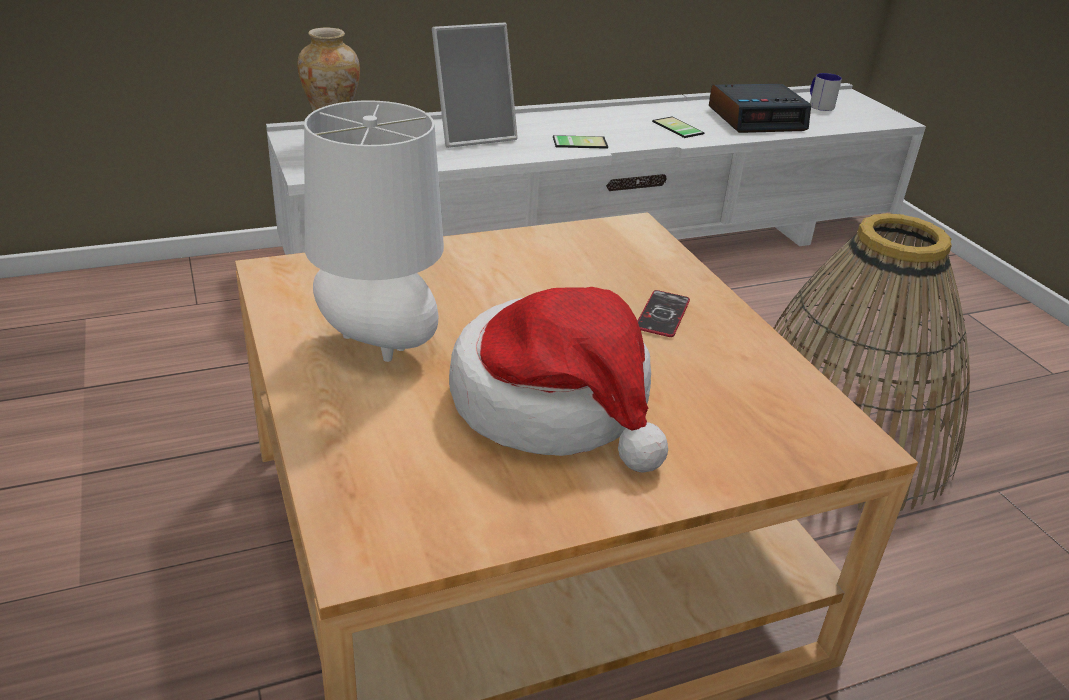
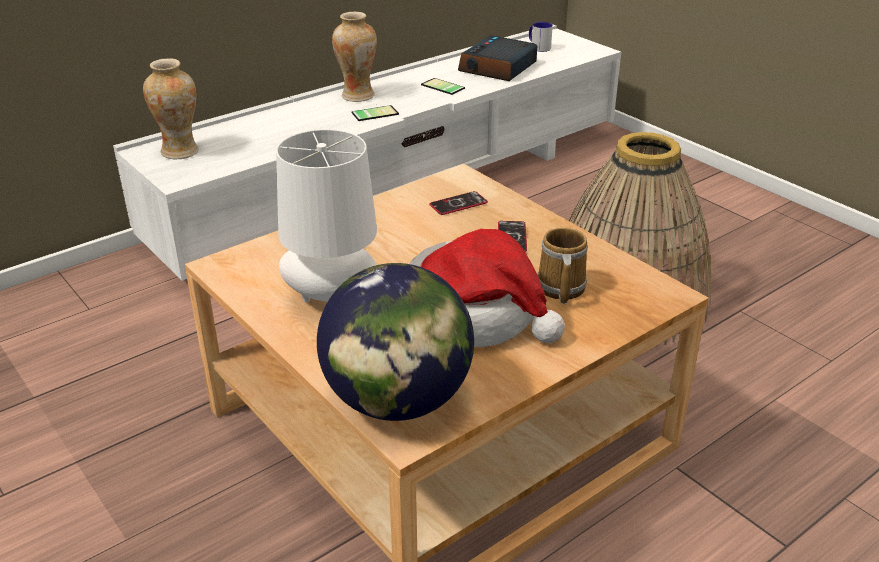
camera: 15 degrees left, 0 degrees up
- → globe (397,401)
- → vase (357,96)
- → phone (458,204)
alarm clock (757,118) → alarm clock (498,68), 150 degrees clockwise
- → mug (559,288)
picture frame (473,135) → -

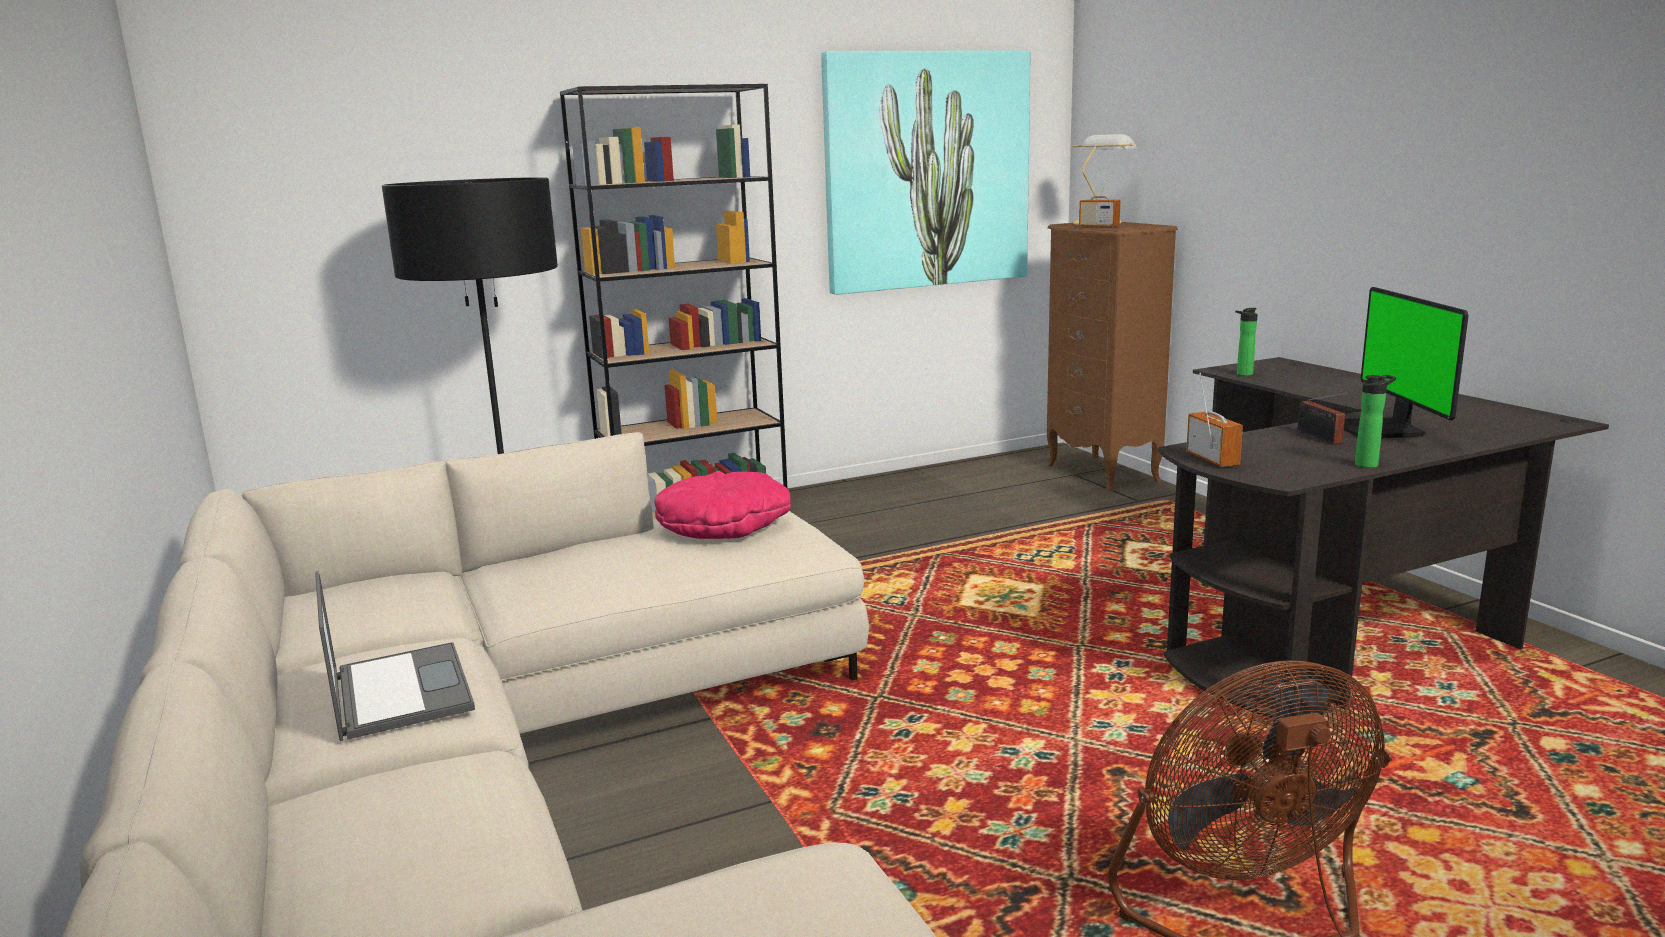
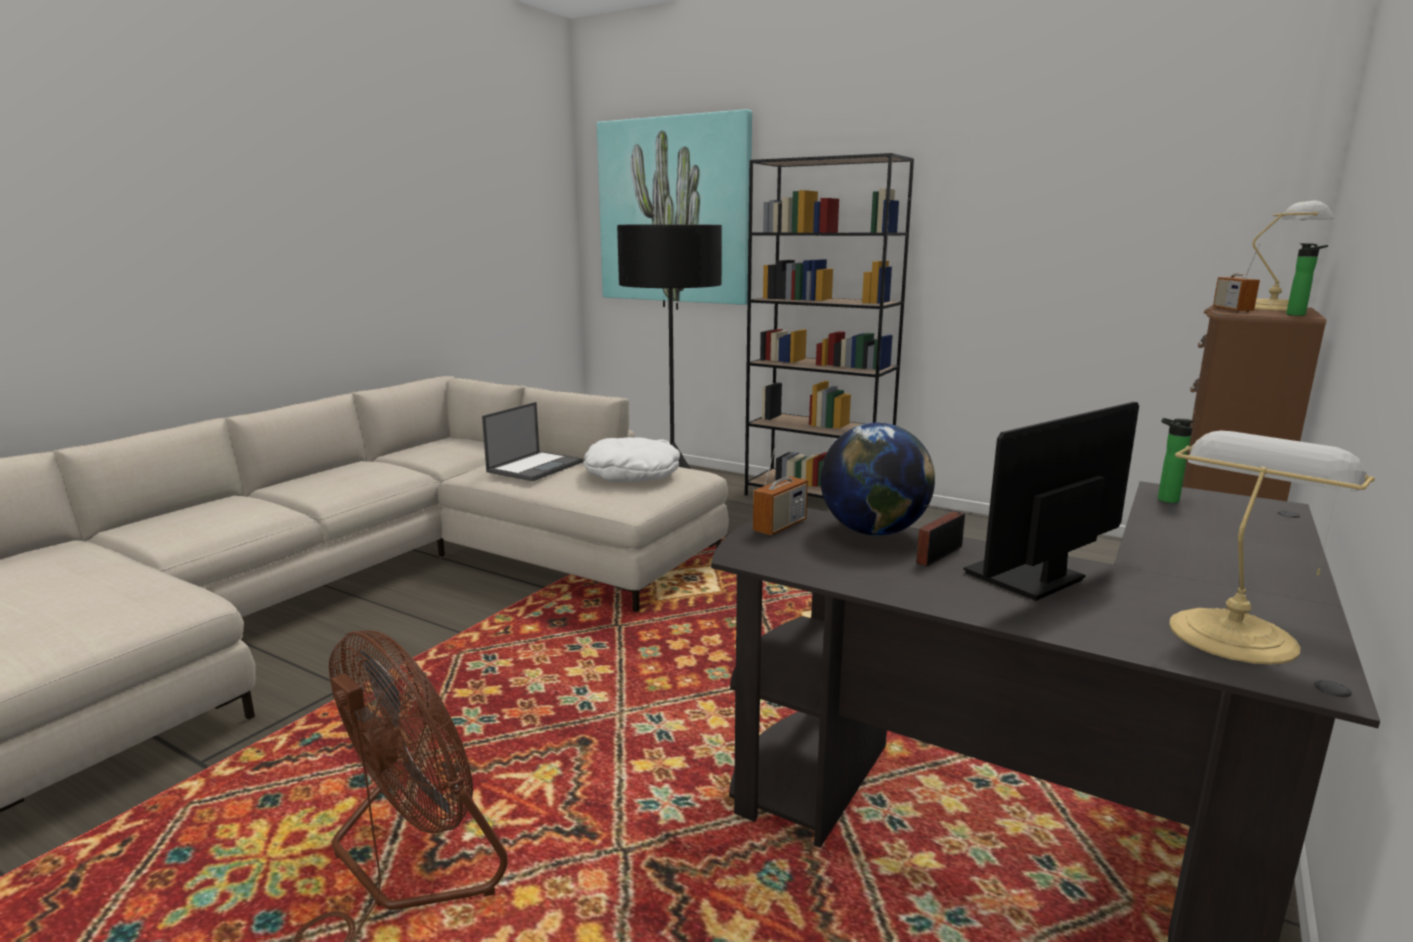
camera: 55 degrees right, 0 degrees up
laptop (400,690) → laptop (536,467), relocated
pillow (pink) (721,525) → pillow (white) (633,474)
picture (926,171) → picture (675,211), relocated
- → globe (873,532)
- → table lamp (1233,633)
bottle (1369,464) → bottle (1299,315), relocated

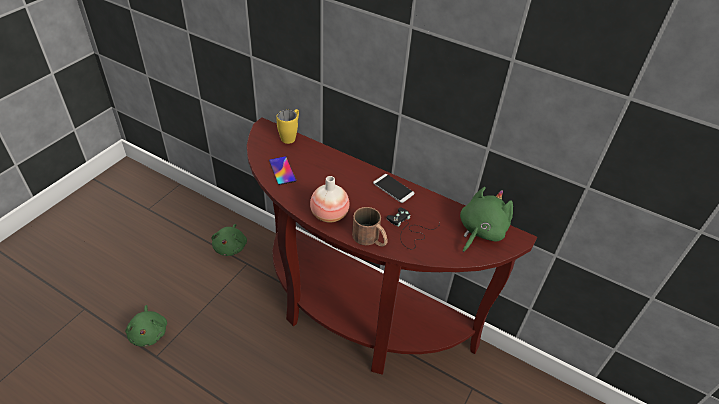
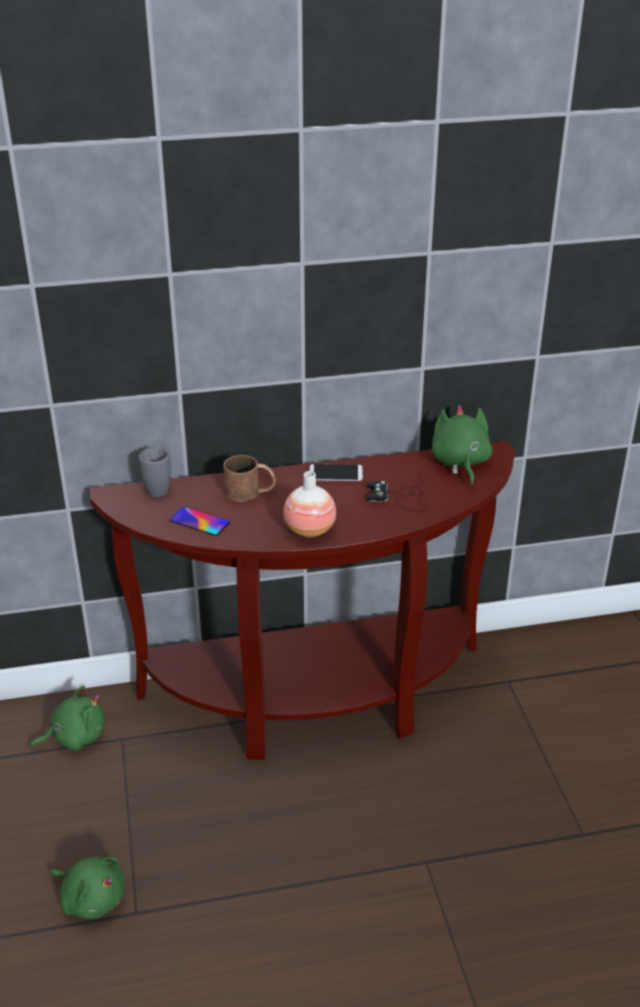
camera: 40 degrees left, 10 degrees down
plush toy (green) (231,247) → plush toy (green) (75,736), 75 degrees counterclockwise
mug (yellow) (290,136) → mug (grey) (156,487)
mug (brown) (370,239) → mug (brown) (250,492), relocated

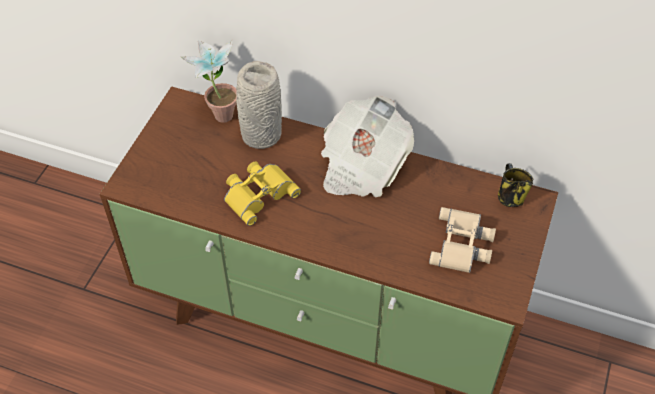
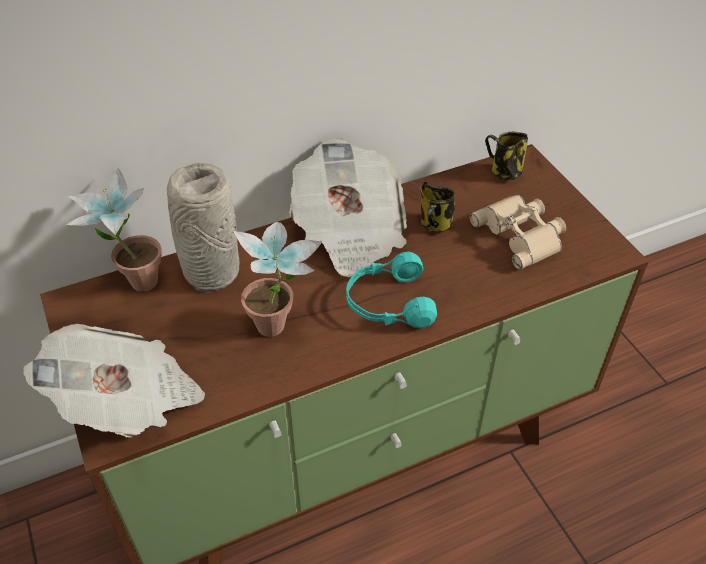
camera: 45 degrees left, 5 degrees down
- → newspaper (128,401)
binoculars (yellow) (258,193) → potted plant (281,328)
- → headphones (turquoise) (387,303)
- → mug (435,225)

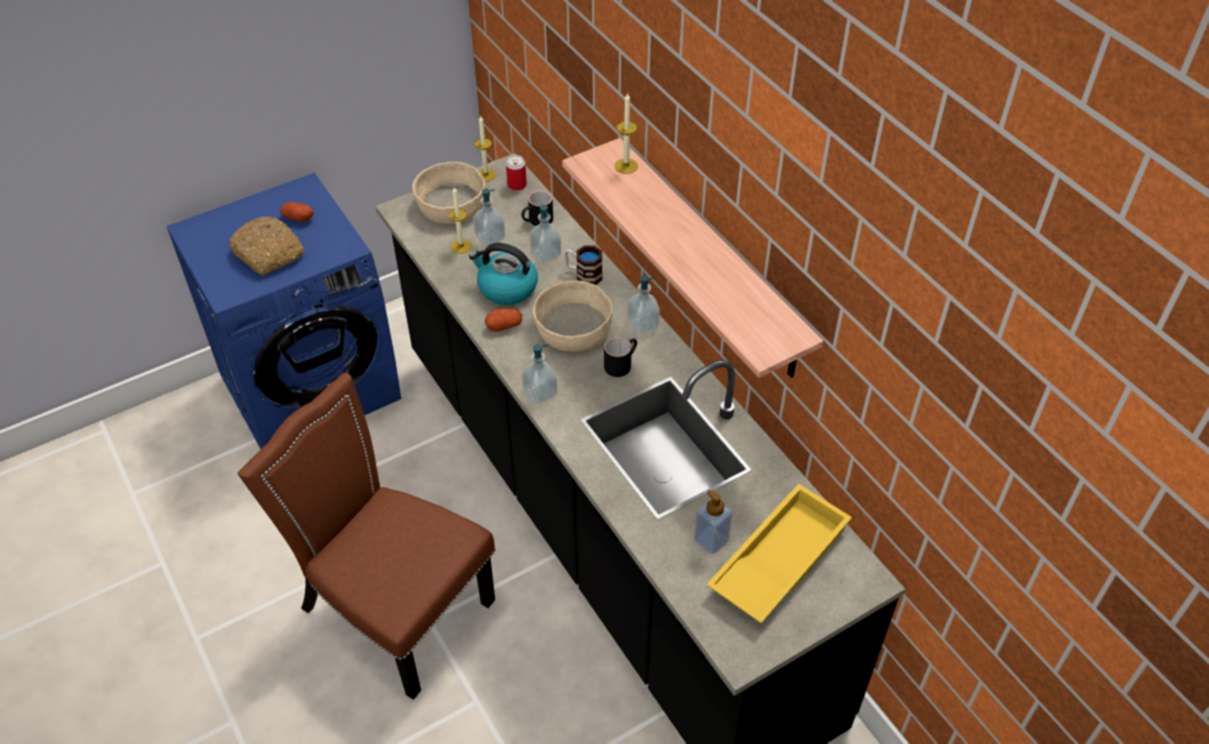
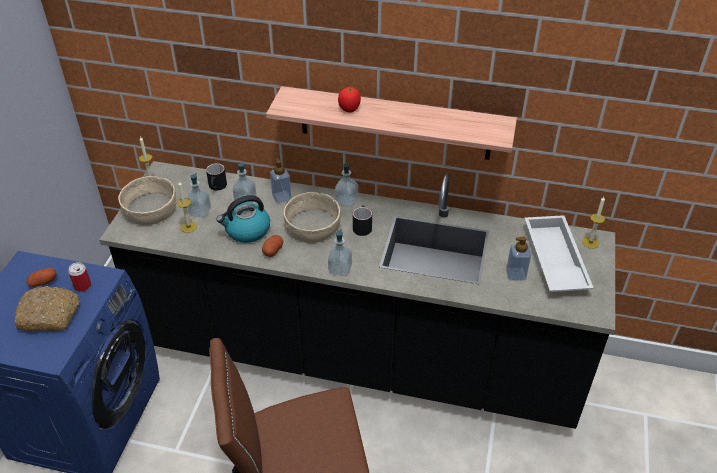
camera: 45 degrees left, 5 degrees down
can (517,185) → can (83,286), relocated
mug (584,274) → soap dispenser (281,197)
- → tomato (349,109)
tray (yellow) (777,559) → tray (white) (553,260)
candle (626,166) → candle (590,242), relocated

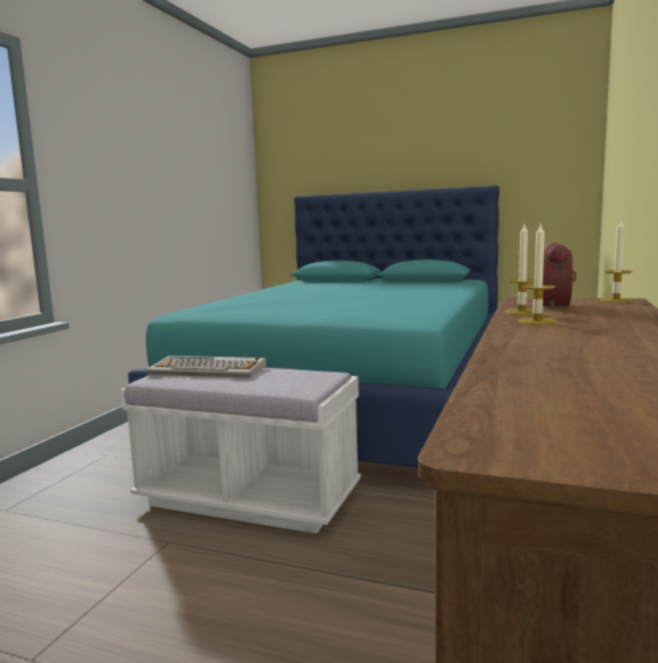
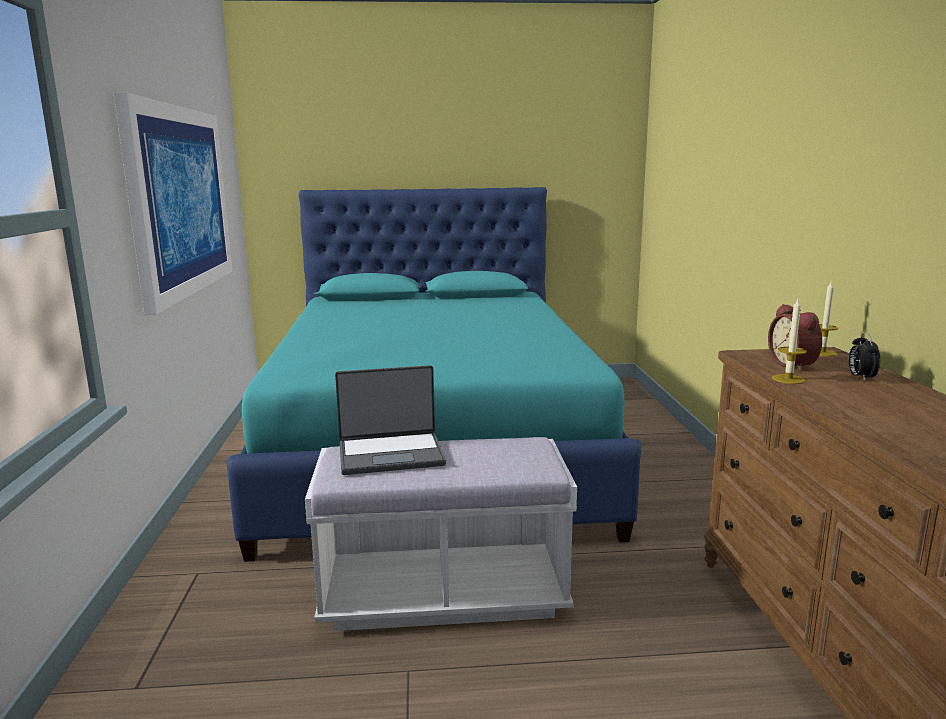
camera: 25 degrees left, 5 degrees up
- → picture (180,201)
keyboard (208,369) → laptop (391,454)
- → alarm clock (860,378)
candle (537,321) → -

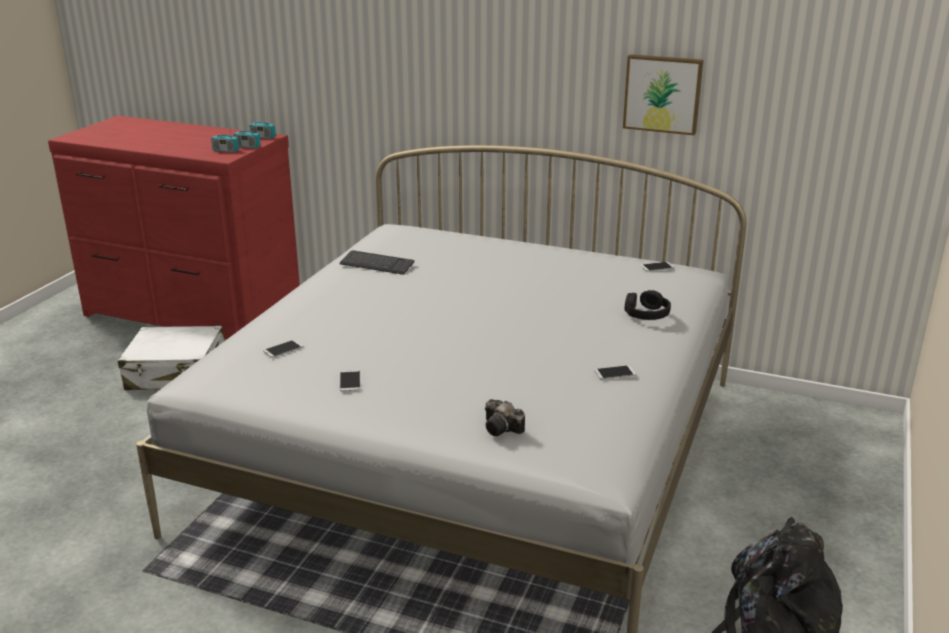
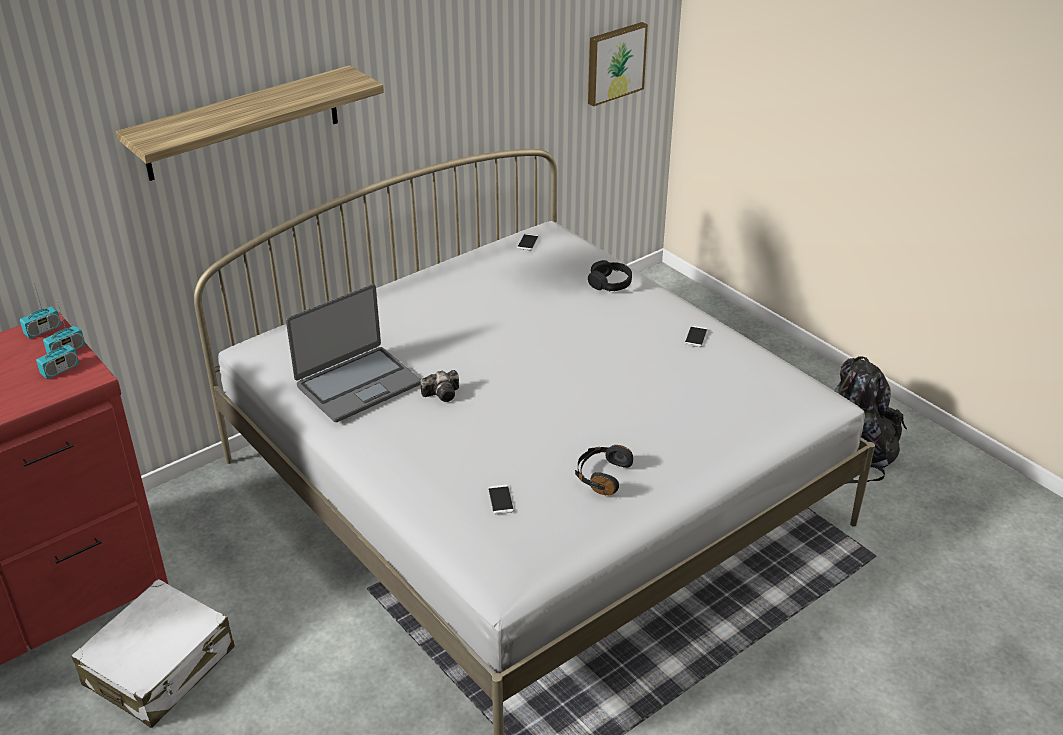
camera: 60 degrees left, 10 degrees up
- → shelf (243,123)
keyboard (377,264) → laptop (357,384)
photo camera (503,429) → photo camera (443,394), relocated
phone (350,381) → headphones (black) (602,476)
picture (663,93) → picture (614,62), relocated

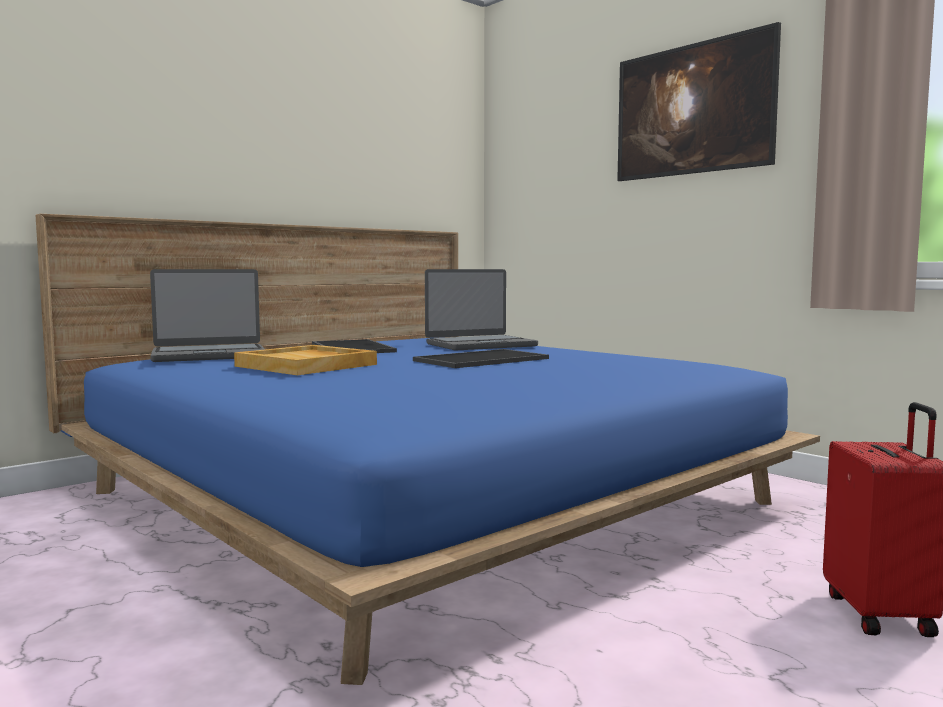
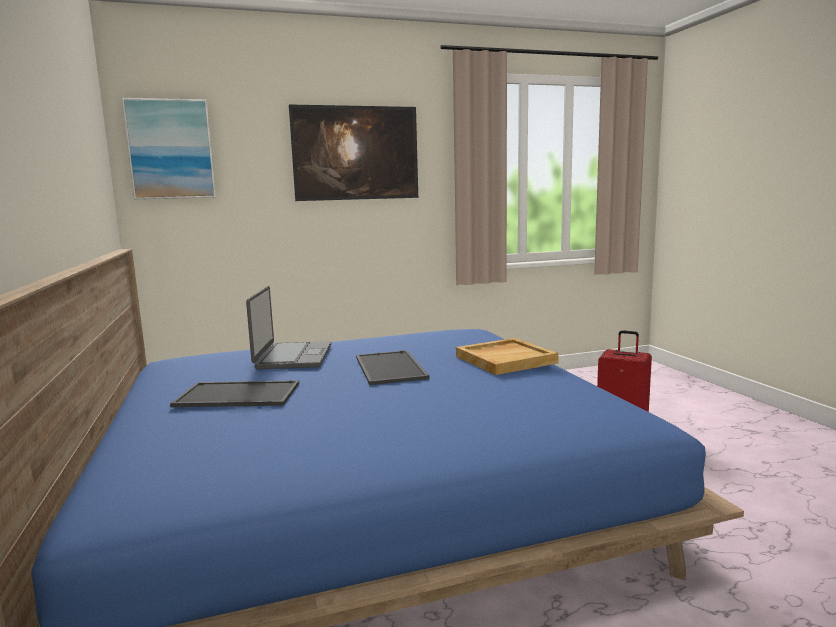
camera: 65 degrees left, 5 degrees up
- → picture (171,149)
tray (beige) (307,365) → tray (beige) (505,359), relocated
laptop (209,355) → -

